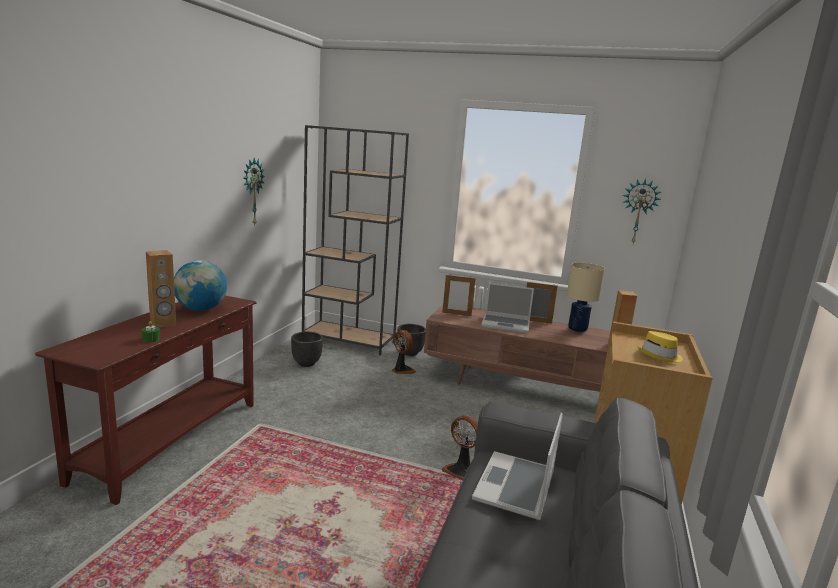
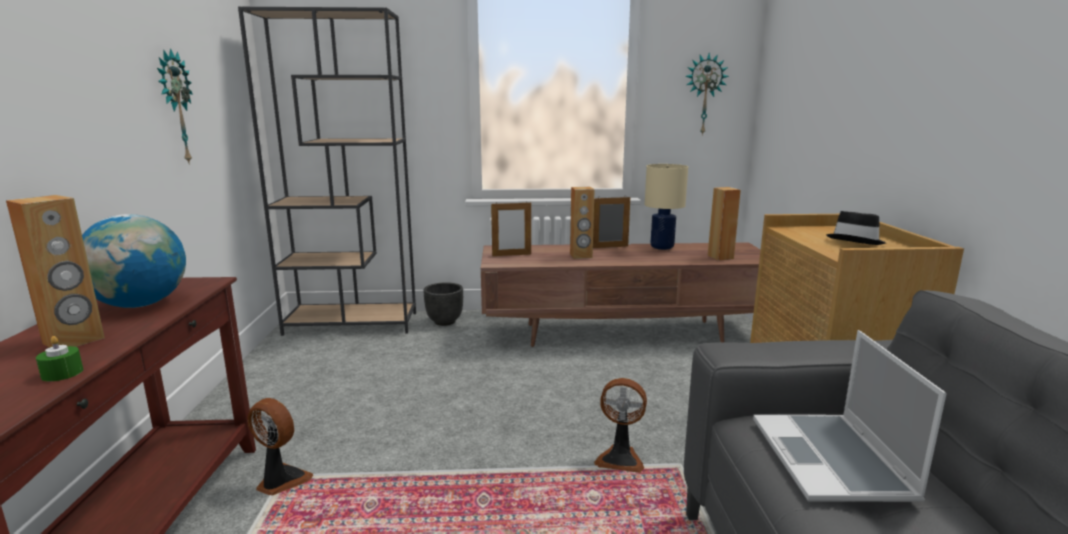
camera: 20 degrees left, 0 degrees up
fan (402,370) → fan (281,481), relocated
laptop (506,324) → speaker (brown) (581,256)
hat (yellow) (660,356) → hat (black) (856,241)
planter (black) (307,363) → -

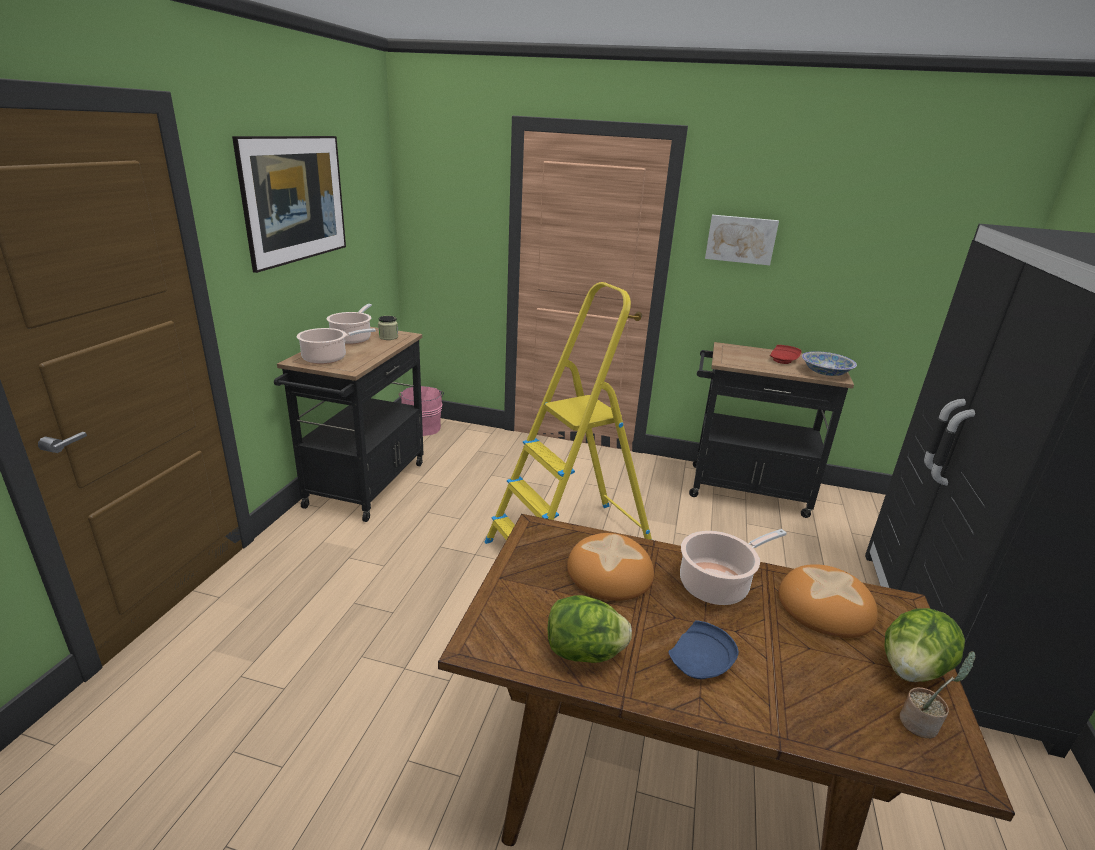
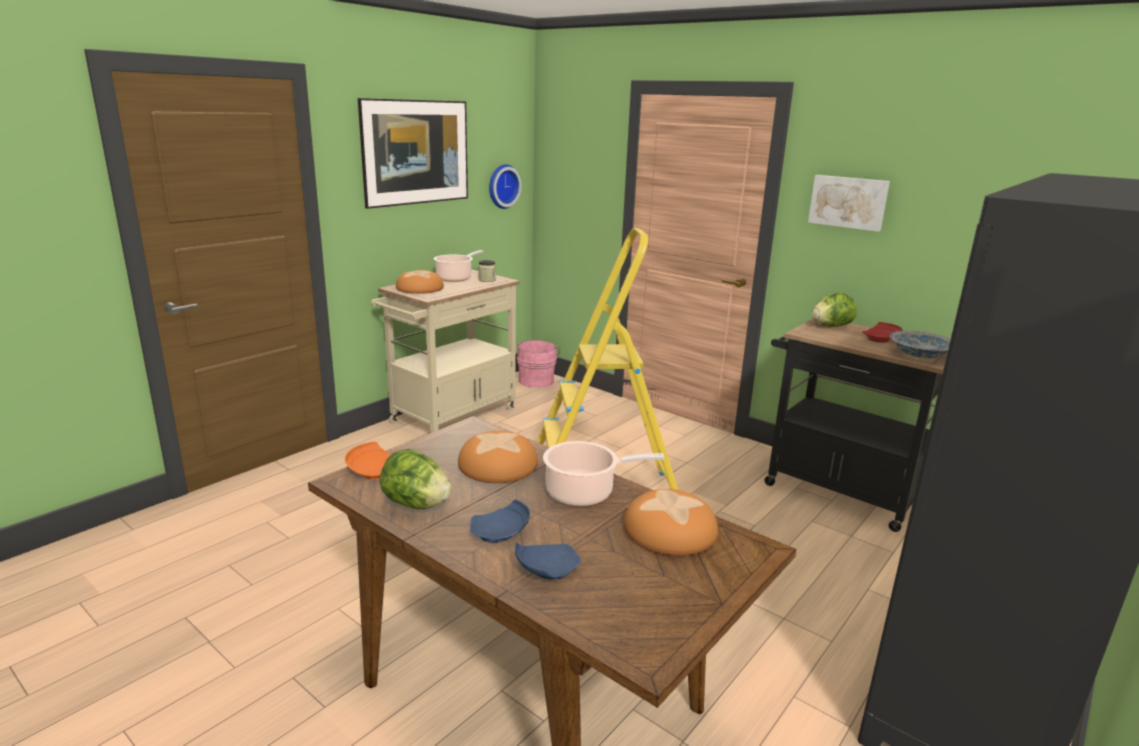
camera: 25 degrees right, 5 degrees down
- → plate (orange) (374,471)
cart (black) (364,487) → cart (beige) (450,417)
cooking pot (328,358) → bread (420,288)
- → wall clock (502,186)
- → plate (blue) (545,570)
lettuce (912,669) → lettuce (831,326), relocated
potted plant (921,723) → -

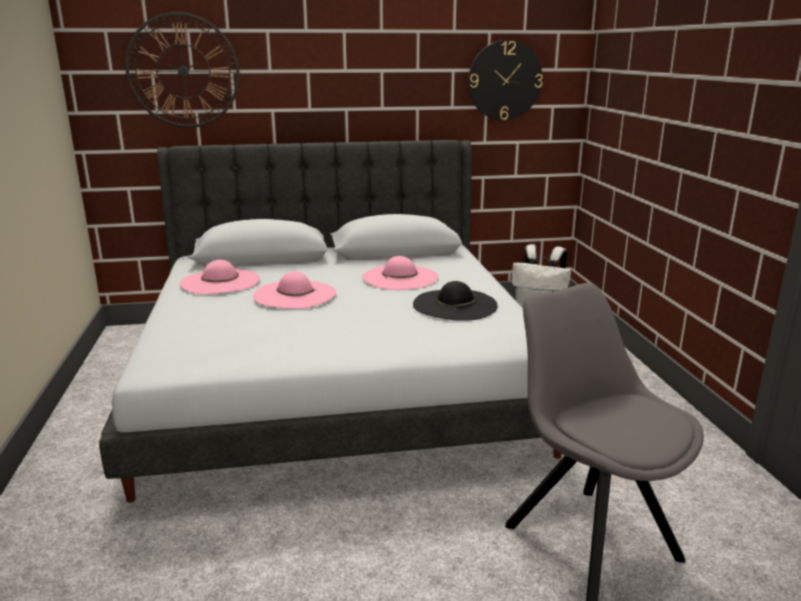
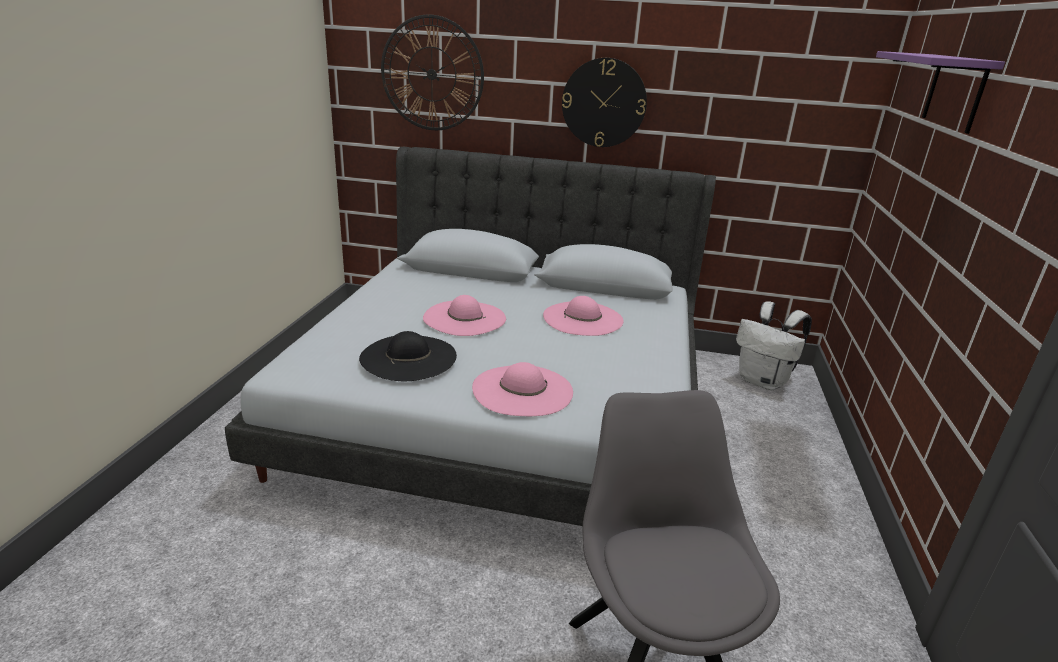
camera: 20 degrees right, 5 degrees up
hat (black) (455,305) → hat (black) (408,357), relocated
hat (pink) (220,282) → hat (pink) (522,390), relocated
wall clock (504,80) → wall clock (604,103), relocated
- → shelf (purple) (955,91)

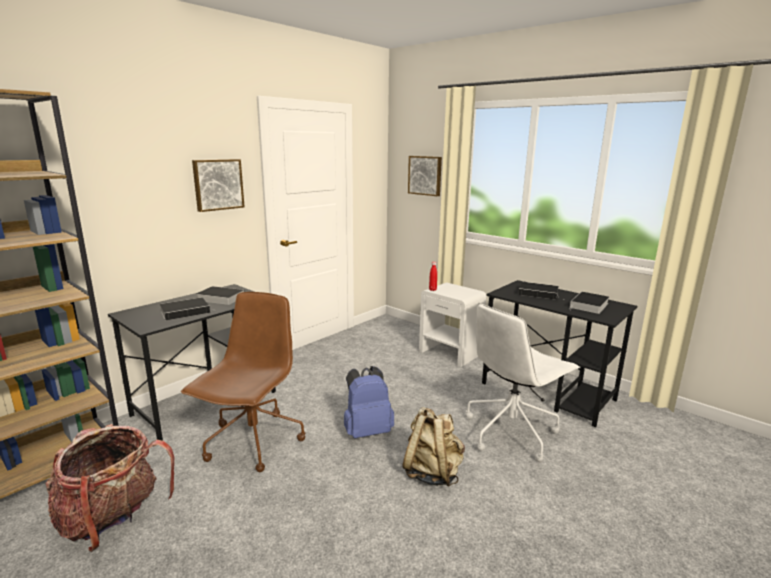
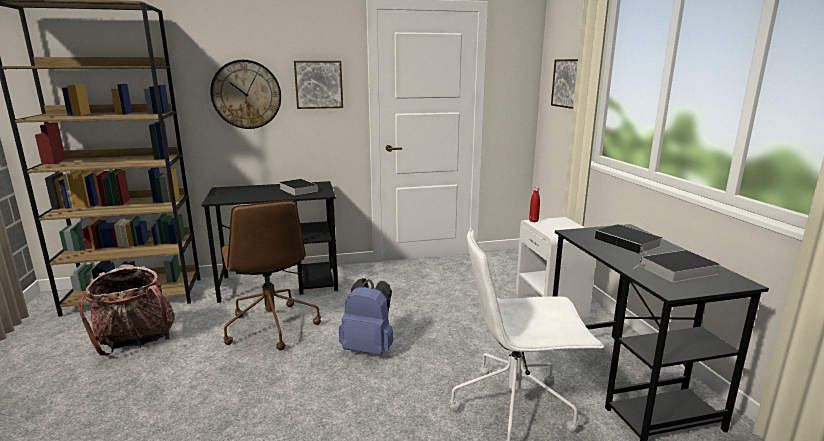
camera: 35 degrees right, 0 degrees up
- → wall clock (246,94)
office chair (brown) (252,444) → office chair (brown) (271,325), 105 degrees clockwise
book (186,311) → -
backpack (beige) (432,472) → -

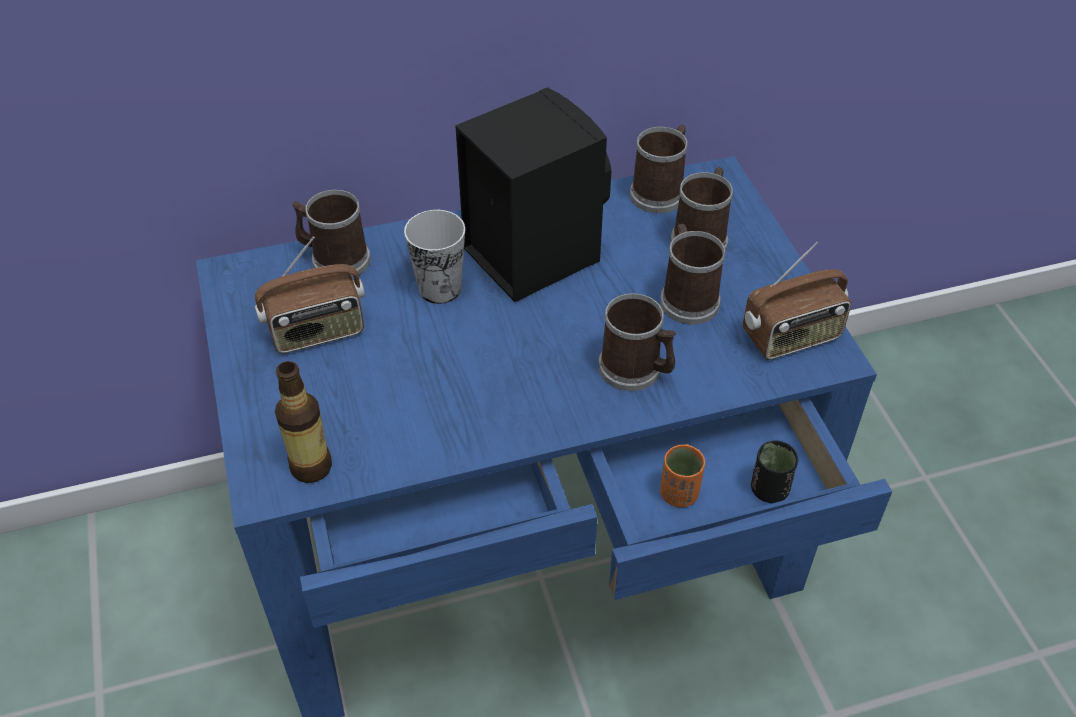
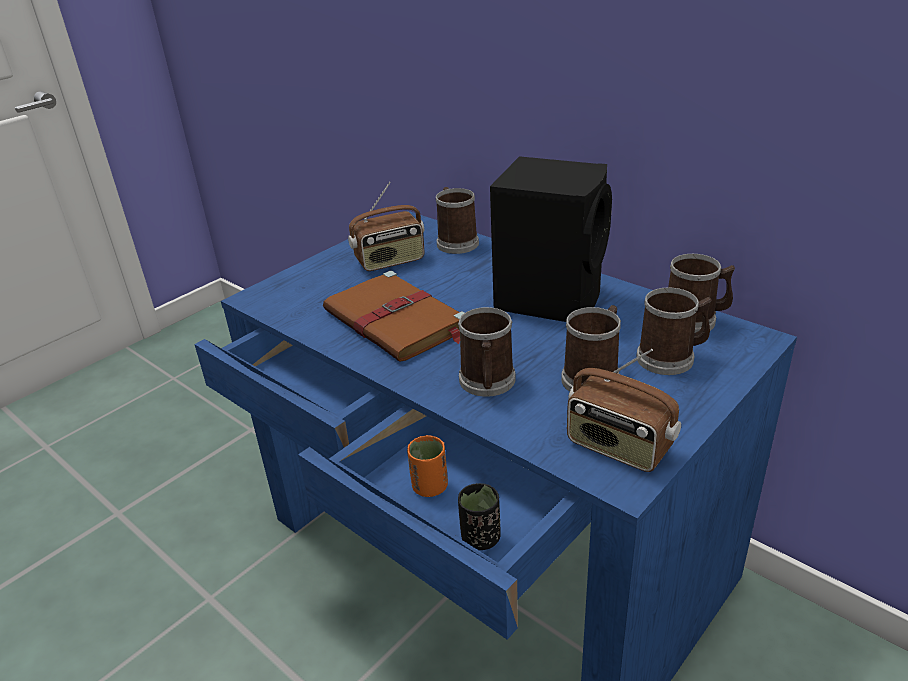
camera: 60 degrees right, 15 degrees down
- → book (brown) (397,321)
radio (317,332) → radio (390,261), 60 degrees counterclockwise
bottle (311,467) → -
cup (440,288) → -

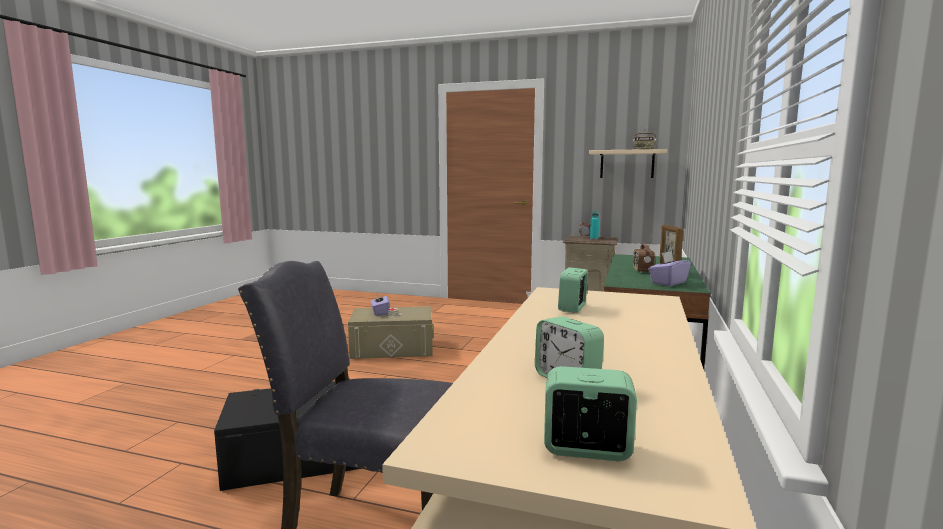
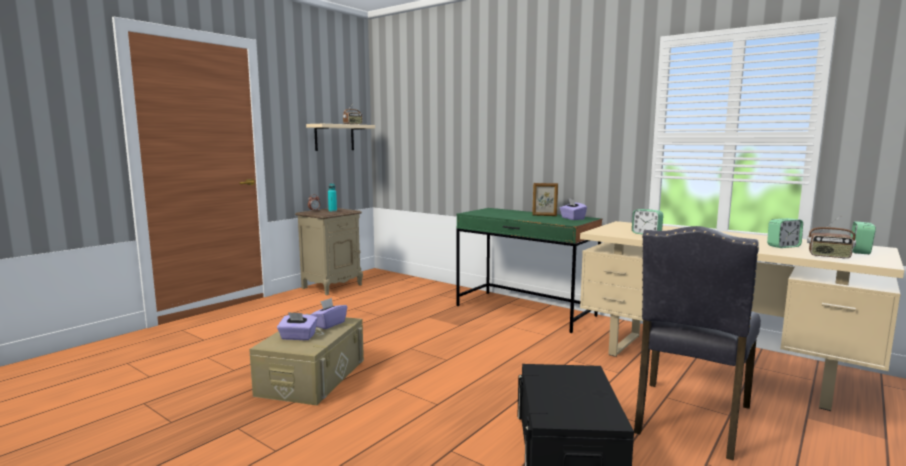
camera: 70 degrees left, 0 degrees up
- → tissue box (purple) (329,324)
radio (642,270) → radio (829,256), relocated

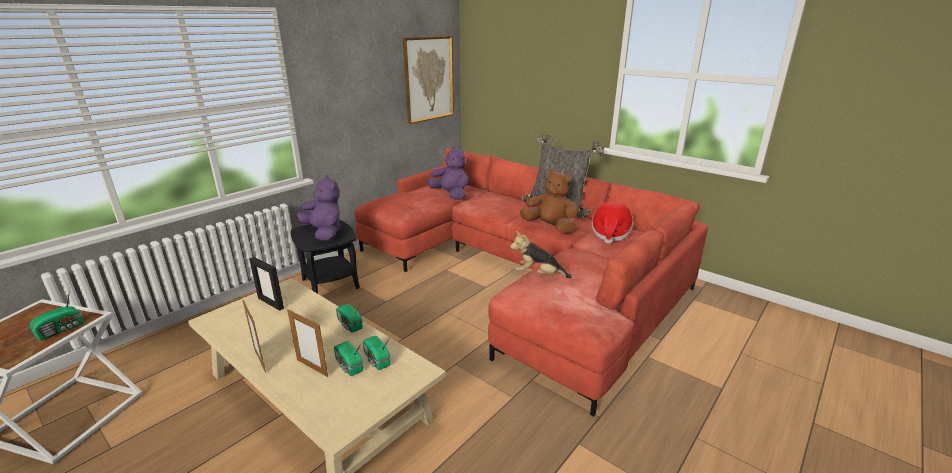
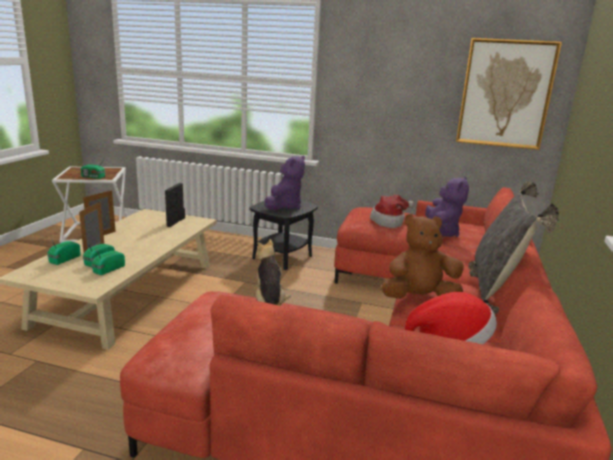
camera: 65 degrees right, 5 degrees down
radio (349,325) → radio (63,259), relocated
- → hat (390,221)
plush toy (brown) (550,227) → plush toy (brown) (419,299), 105 degrees counterclockwise

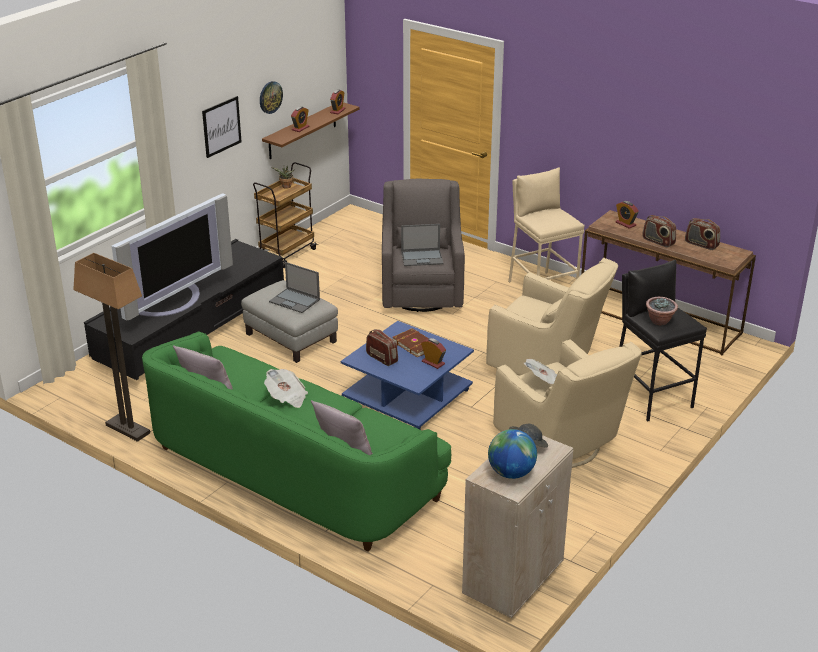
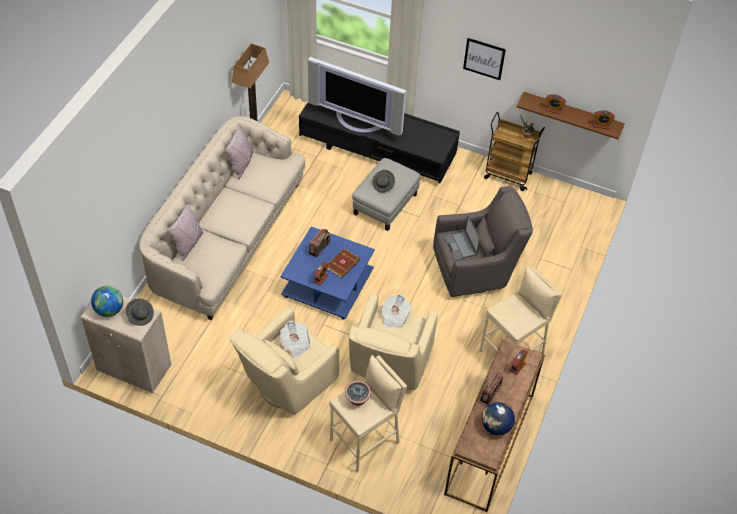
camera: 75 degrees right, 20 degrees up
sofa (green) (292,471) → sofa (beige) (227,238)
stool (black) (651,396) → stool (beige) (365,442)
laptop (295,301) → hat (grey) (383,185)
newspaper (287,397) → newspaper (394,317), relocated
radio (701,244) → globe (496,427)
wall clock (270,97) → -

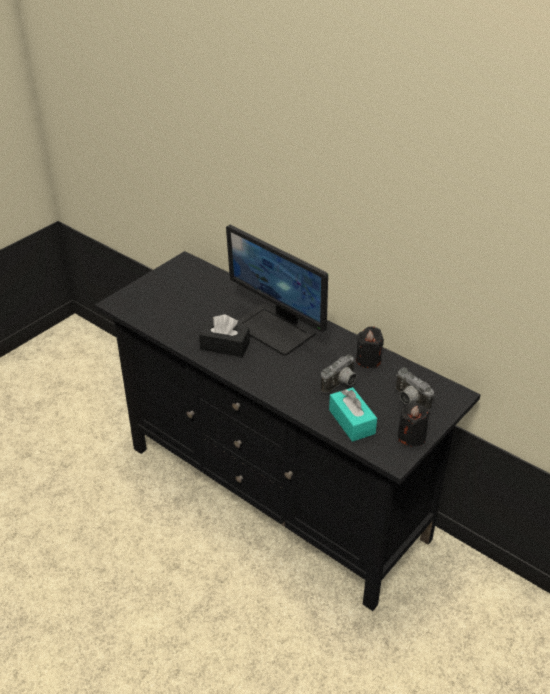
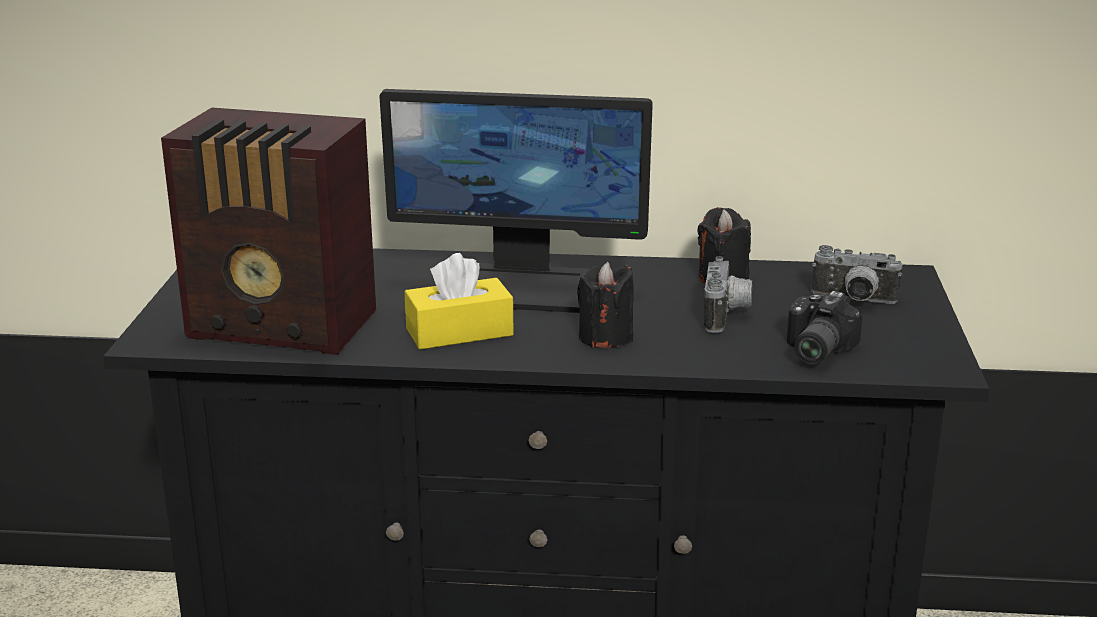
camera: 35 degrees left, 15 degrees down
- → radio (284,327)
tissue box (black) (225,346) → tissue box (yellow) (459,332)
candle (black) (411,436) → candle (black) (605,337), relocated
tissue box (turquoise) (351,421) → photo camera (813,351)

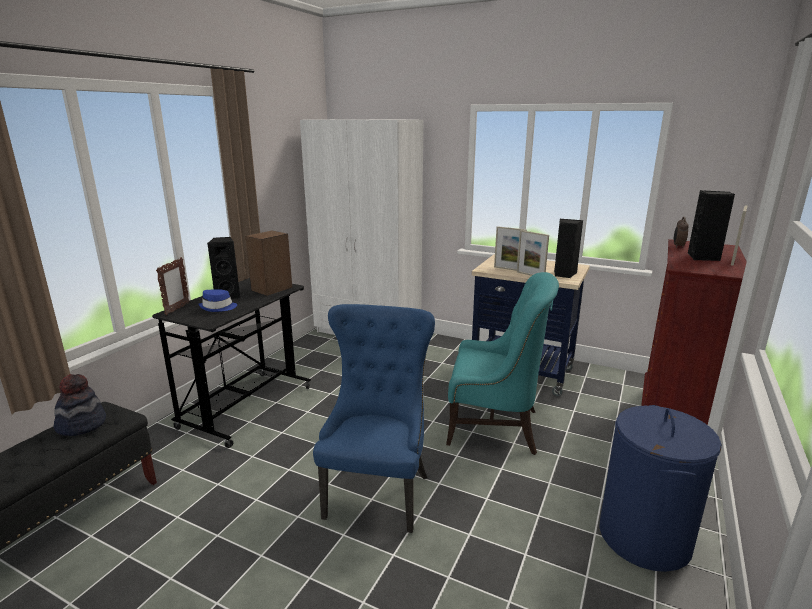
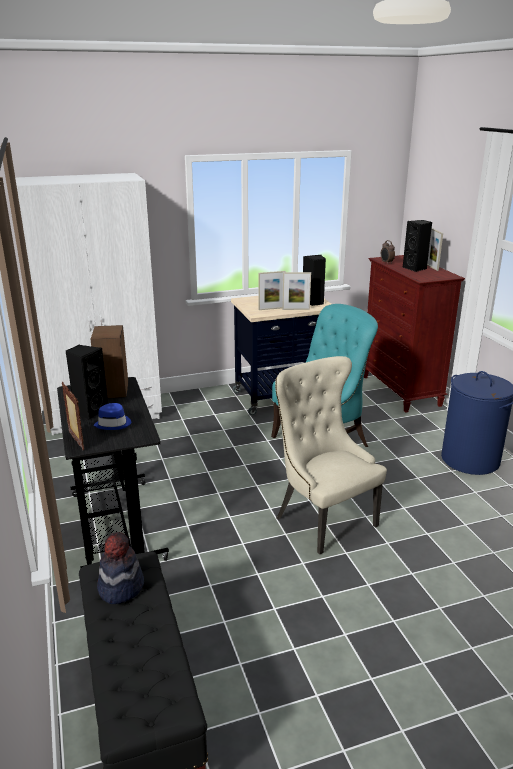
camera: 45 degrees left, 5 degrees up
chair (blue) (376,494) → chair (beige) (324,520)

